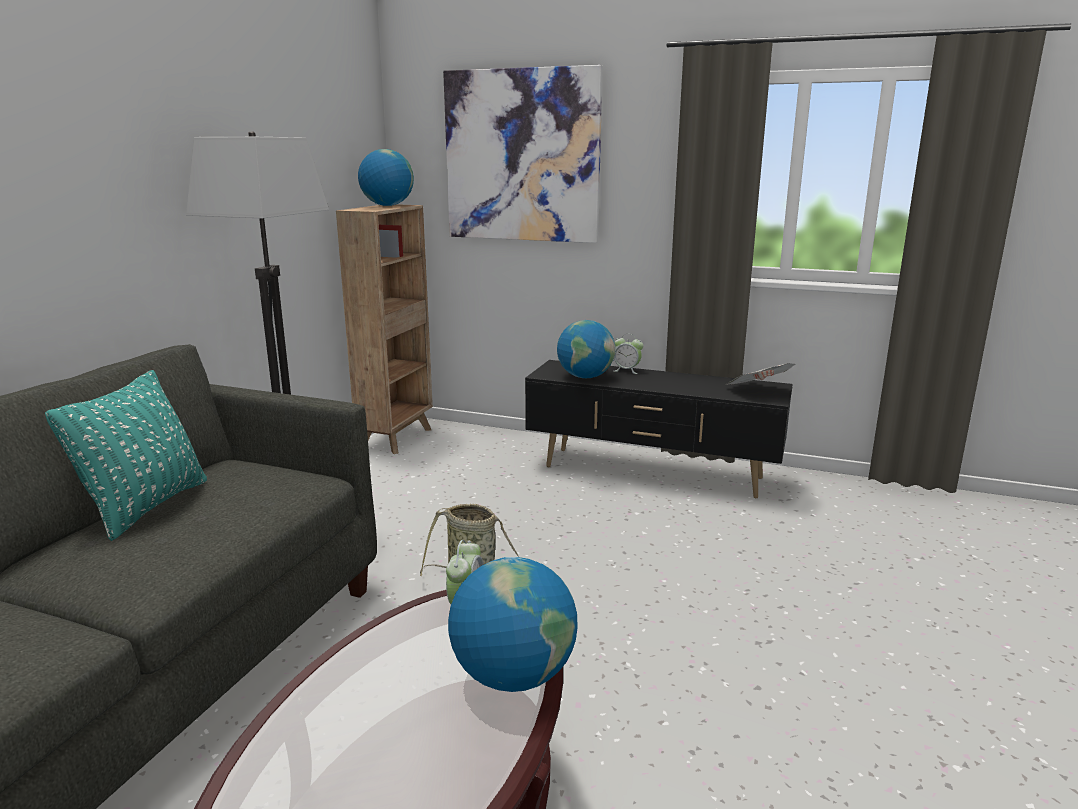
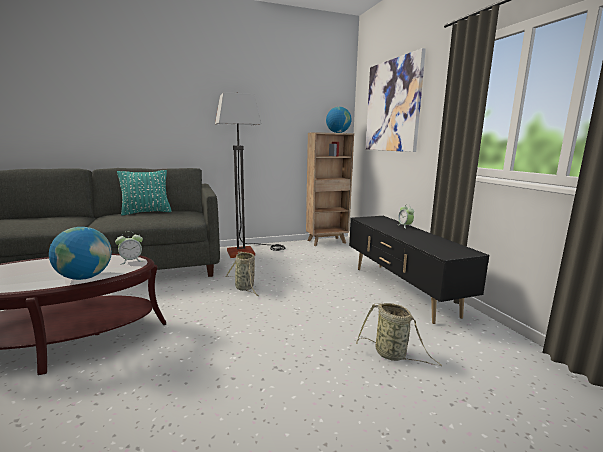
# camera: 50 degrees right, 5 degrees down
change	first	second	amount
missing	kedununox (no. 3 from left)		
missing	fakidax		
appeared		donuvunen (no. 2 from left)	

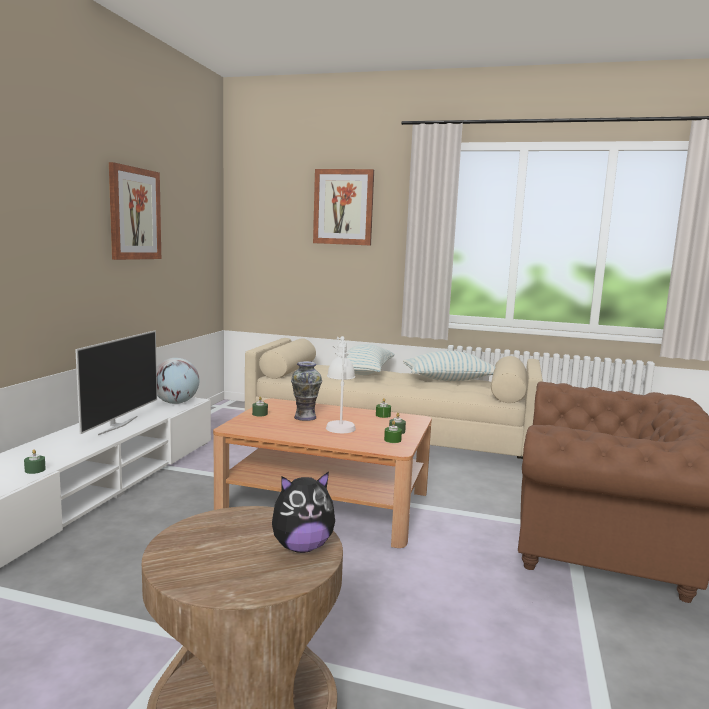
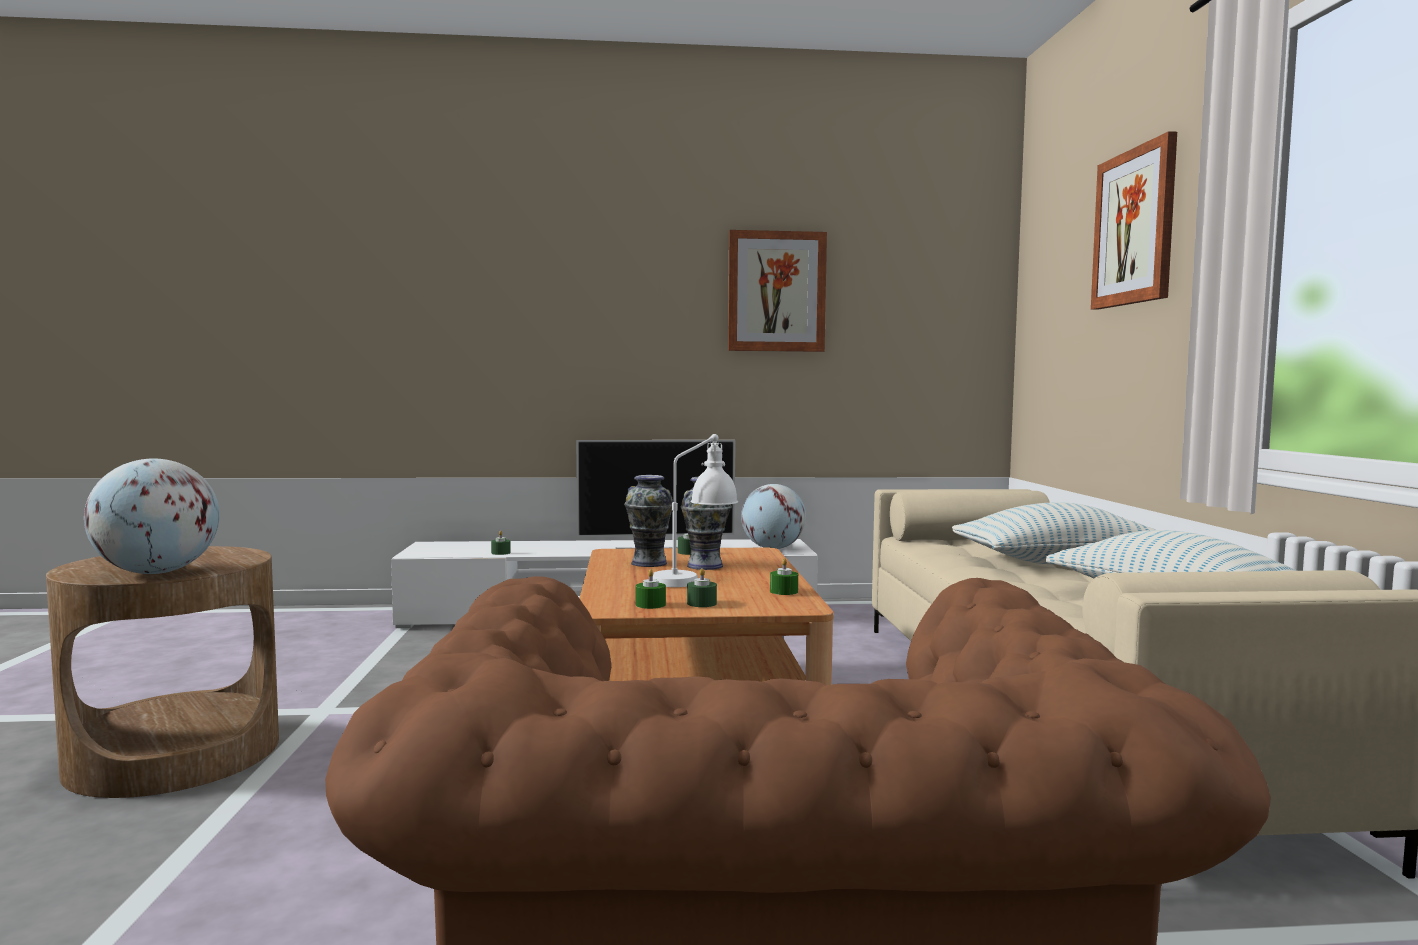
# camera: 70 degrees right, 5 degrees down
change	first	second	amount
exchanged	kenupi	kedununox (no. 1 from left)	
appeared		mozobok (no. 1 from left)	

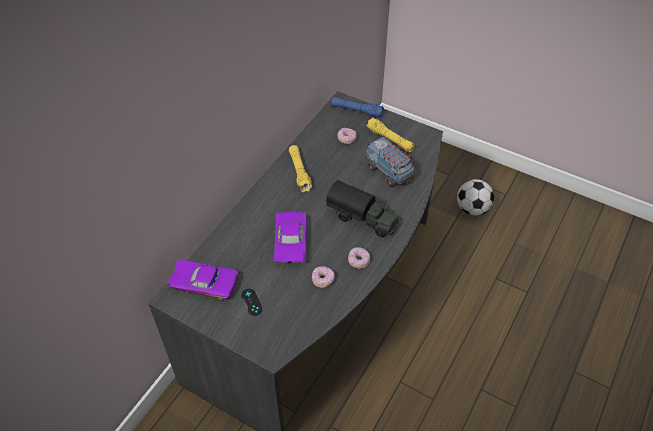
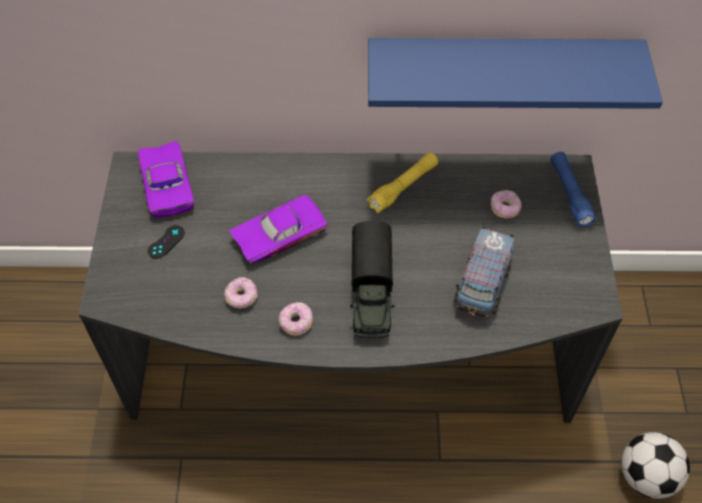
# camera: 60 degrees right, 5 degrees up
change	first	second	amount
missing	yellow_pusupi (no. 2 from left)		
appeared		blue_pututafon	

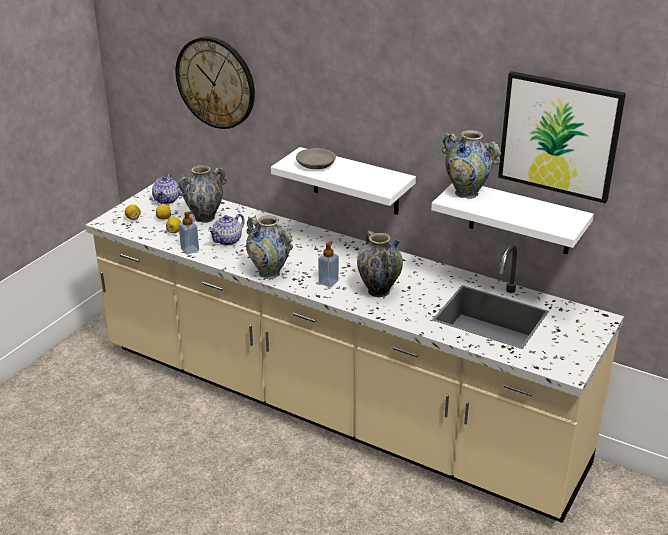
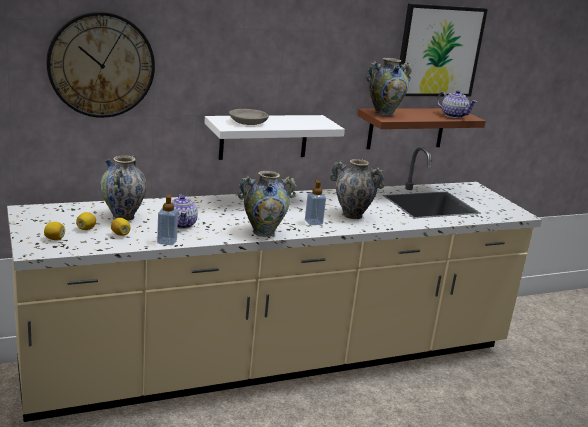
# camera: 55 degrees left, 10 degrees down
change	first	second	amount
relocated	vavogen (no. 1 from left in the first image)	vavogen (no. 2 from left)	
colour	white_pututafon (no. 2 from left)	brown_pututafon	

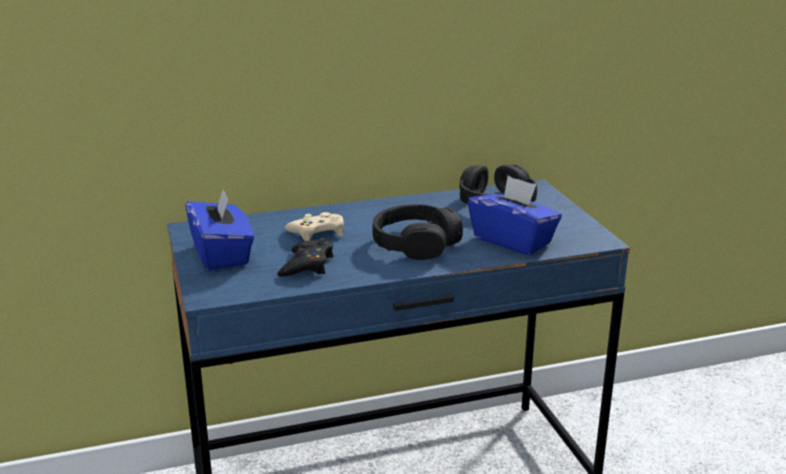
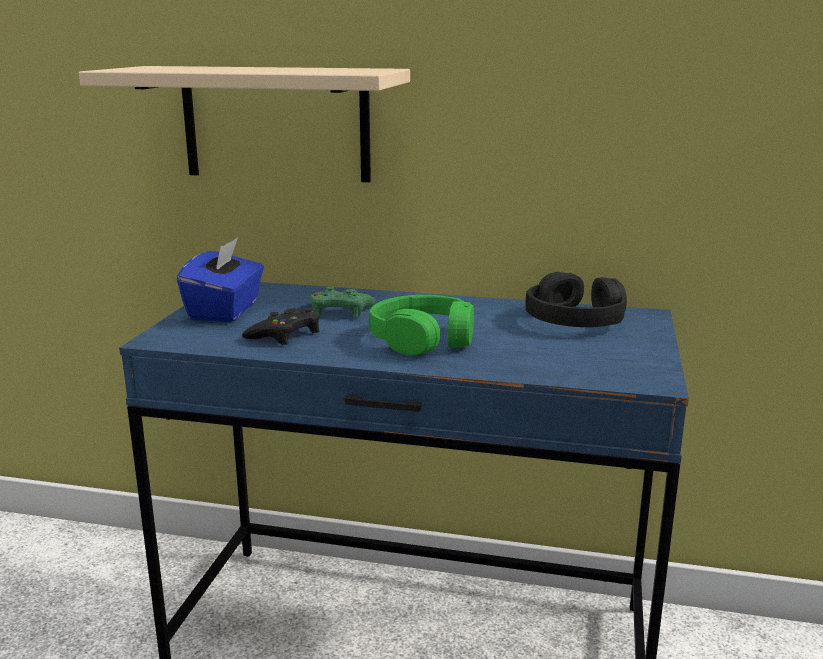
# camera: 30 degrees right, 5 degrees down
change	first	second	amount
missing	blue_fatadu (no. 2 from left)		
colour	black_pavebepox (no. 1 from left)	green_pavebepox	
colour	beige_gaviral	green_gaviral	
appeared		beige_pututafon	

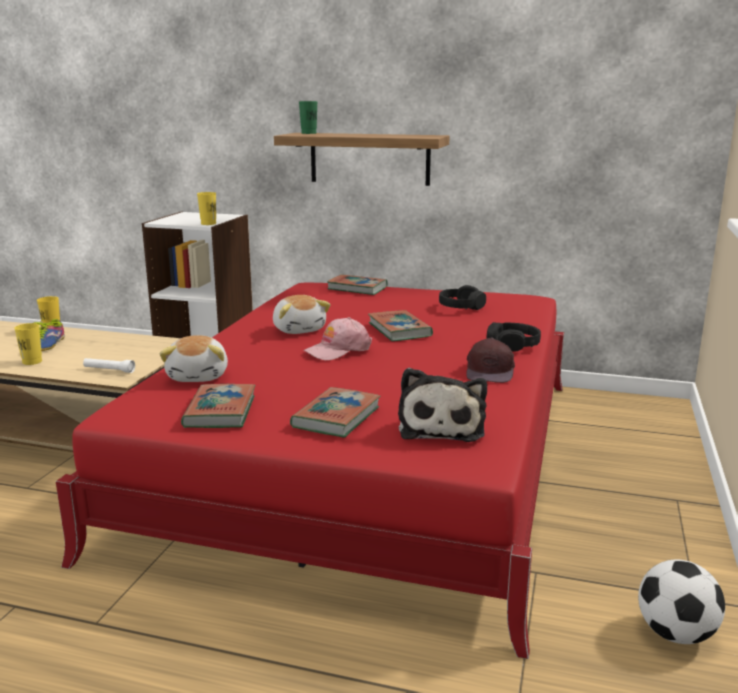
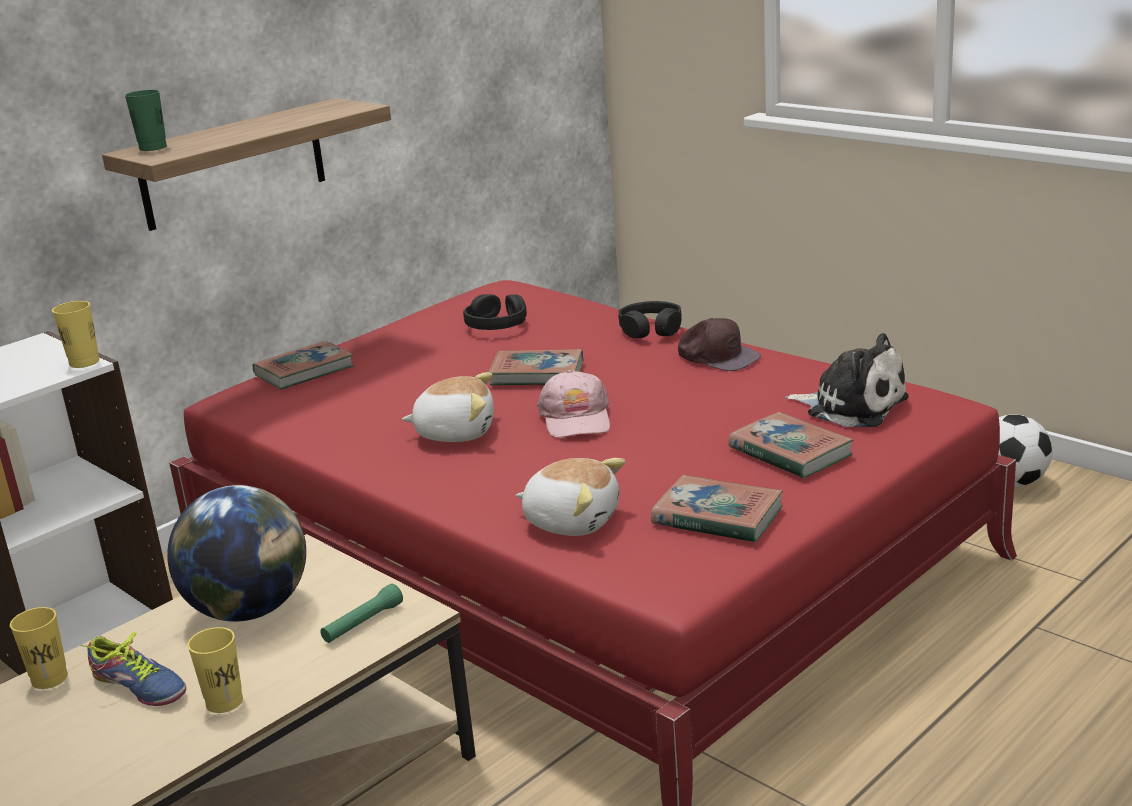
# camera: 60 degrees left, 5 degrees up
change	first	second	amount
colour	white_pusupi	green_pusupi	
appeared		kedununox	

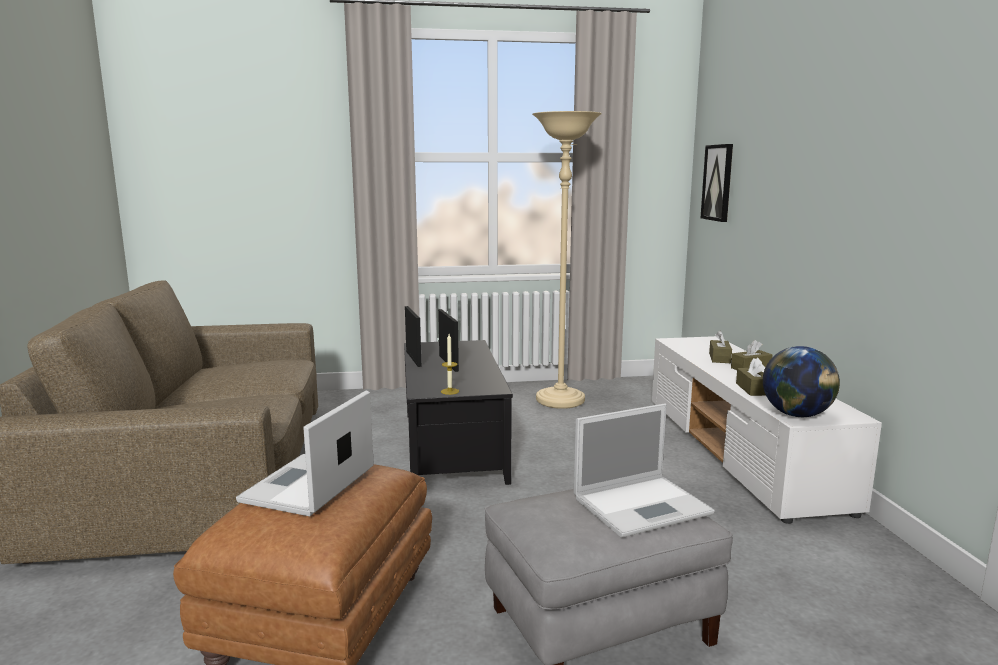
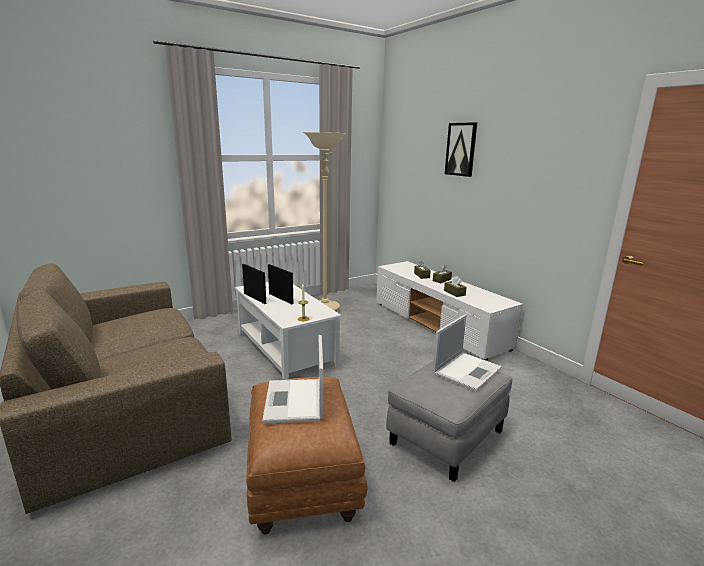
# camera: 25 degrees left, 5 degrees up
change	first	second	amount
relocated	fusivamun		
colour	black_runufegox	white_runufegox	
missing	kedununox		

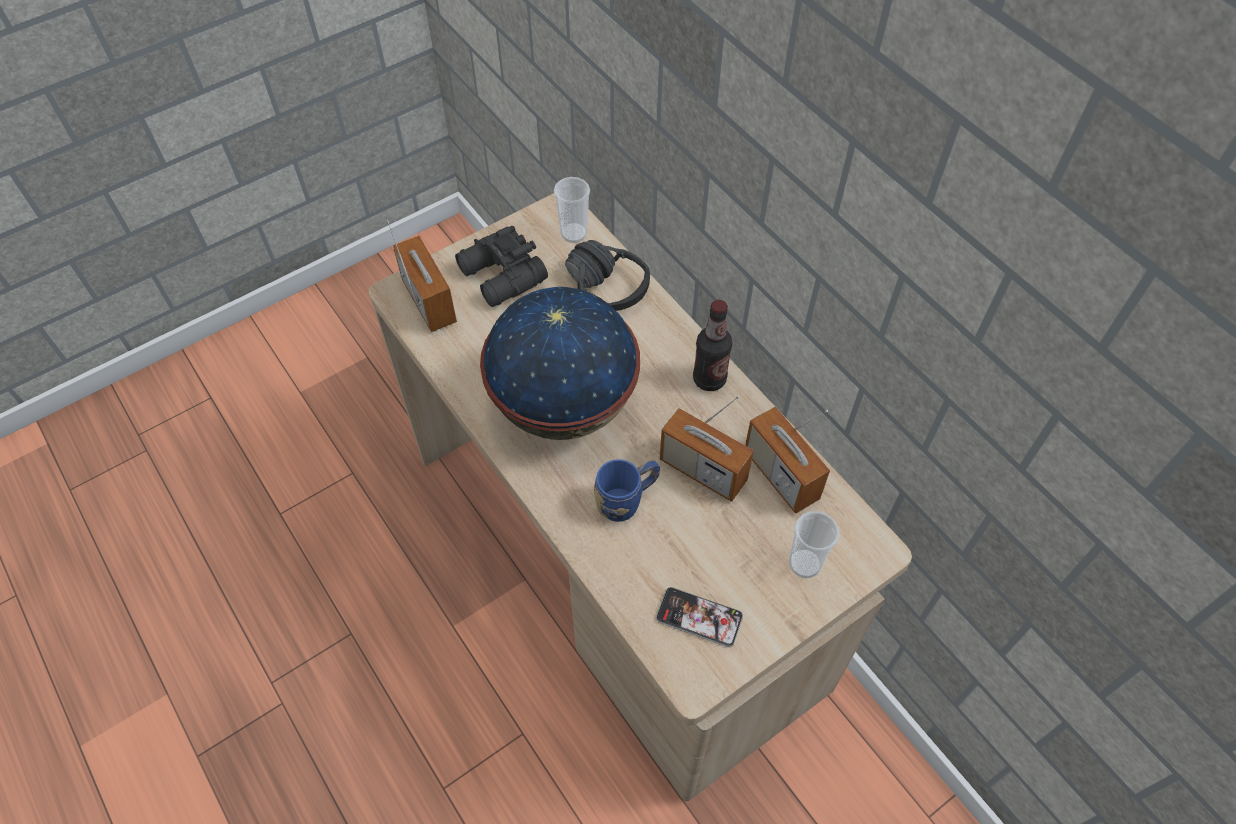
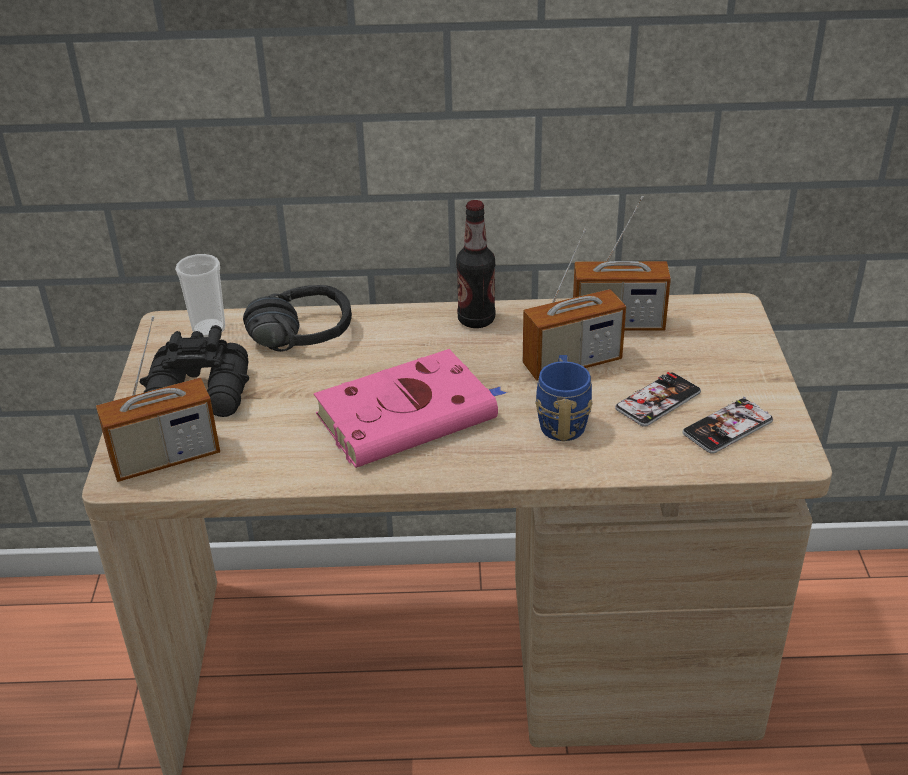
# camera: 55 degrees left, 20 degrees down
change	first	second	amount
spun	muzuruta (no. 1 from left)		150 degrees clockwise
exchanged	kedununox	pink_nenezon	
missing	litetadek (no. 2 from left)		
appeared		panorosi (no. 1 from left)	

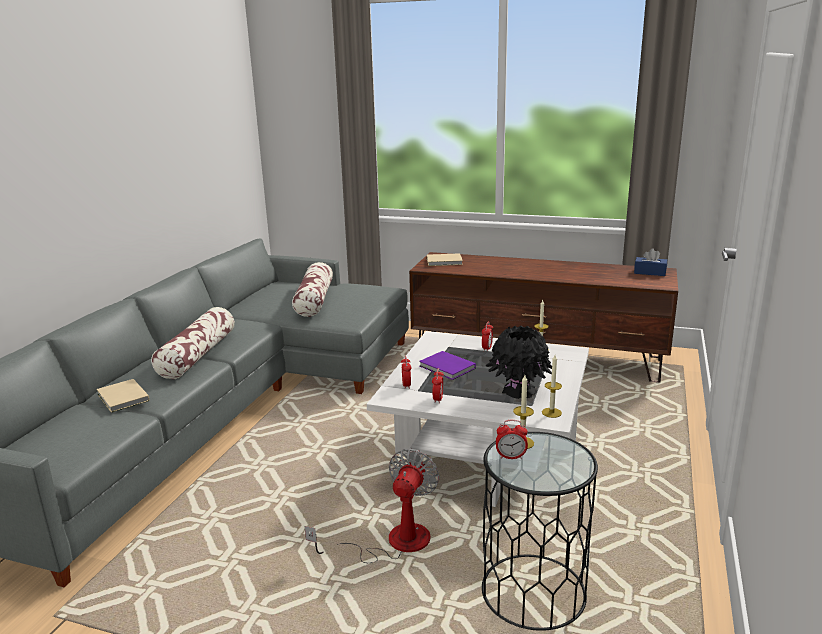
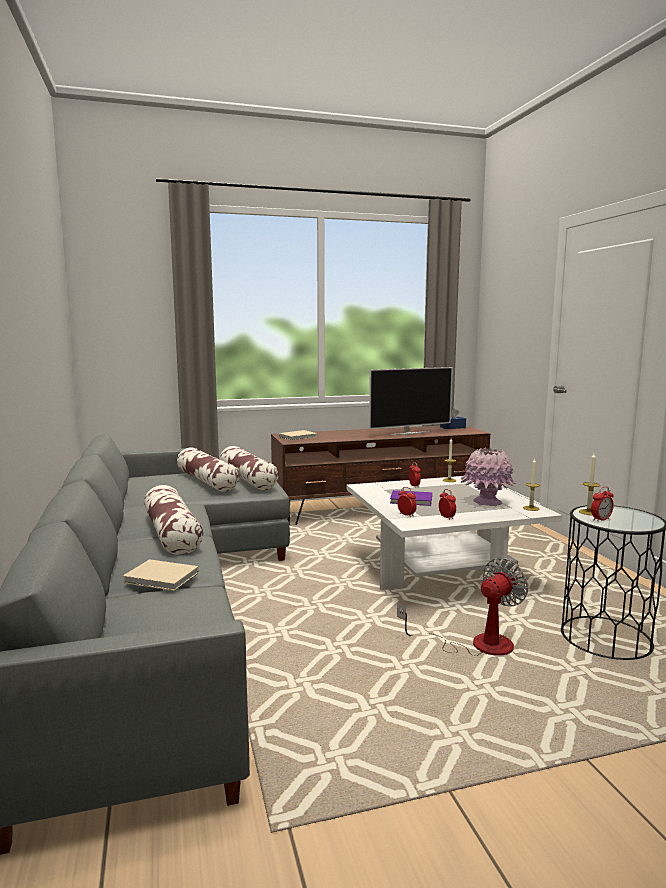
# camera: 35 degrees left, 10 degrees down
change	first	second	amount
colour	black_mozobok	pink_mozobok	
spun	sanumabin		60 degrees clockwise
appeared		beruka	
appeared		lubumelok (no. 3 from left)	

